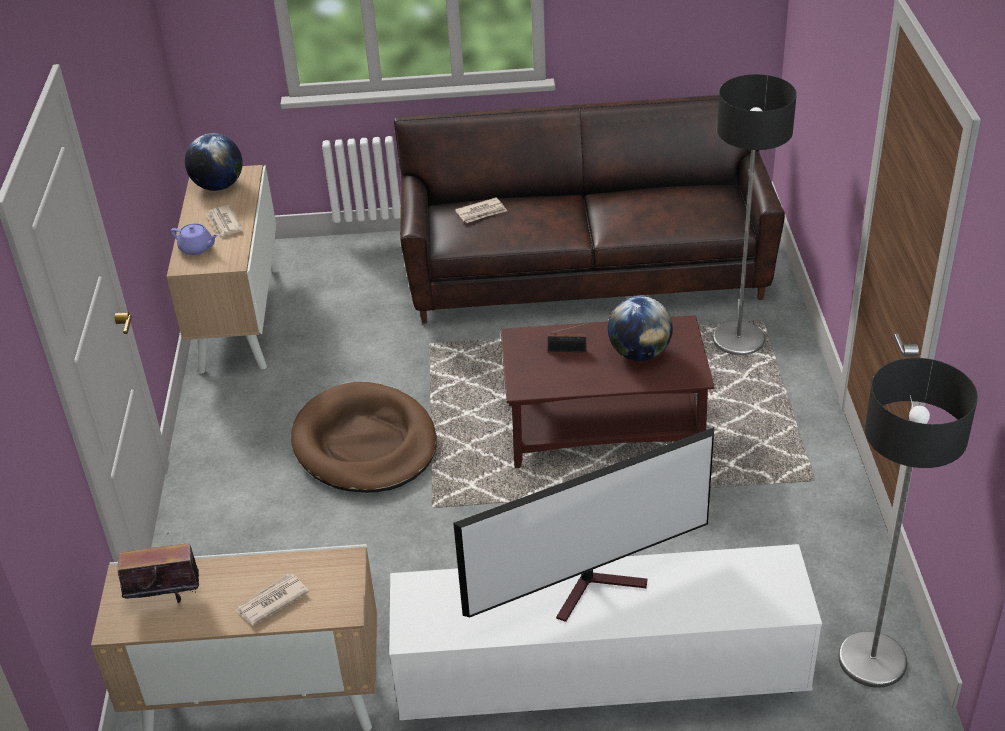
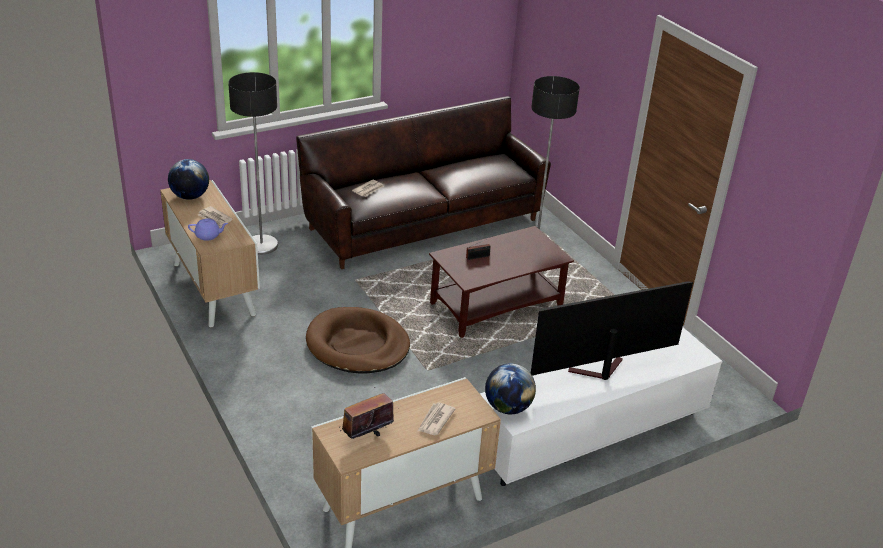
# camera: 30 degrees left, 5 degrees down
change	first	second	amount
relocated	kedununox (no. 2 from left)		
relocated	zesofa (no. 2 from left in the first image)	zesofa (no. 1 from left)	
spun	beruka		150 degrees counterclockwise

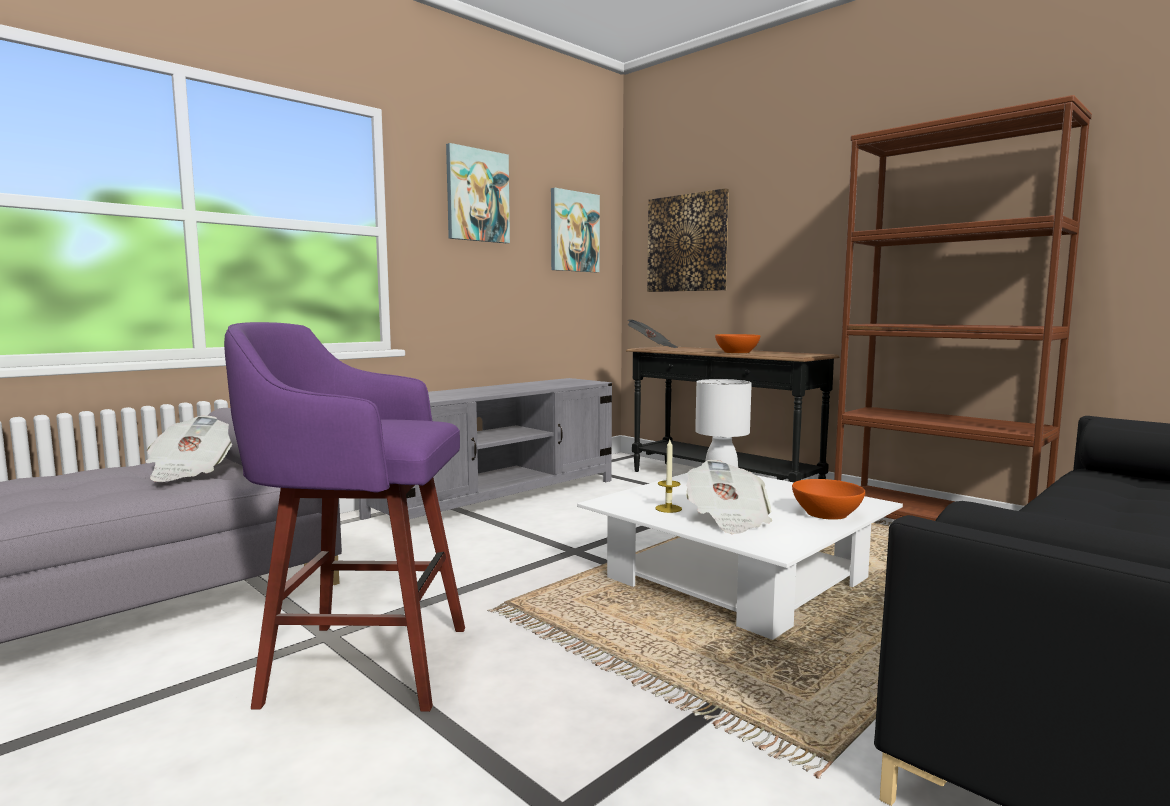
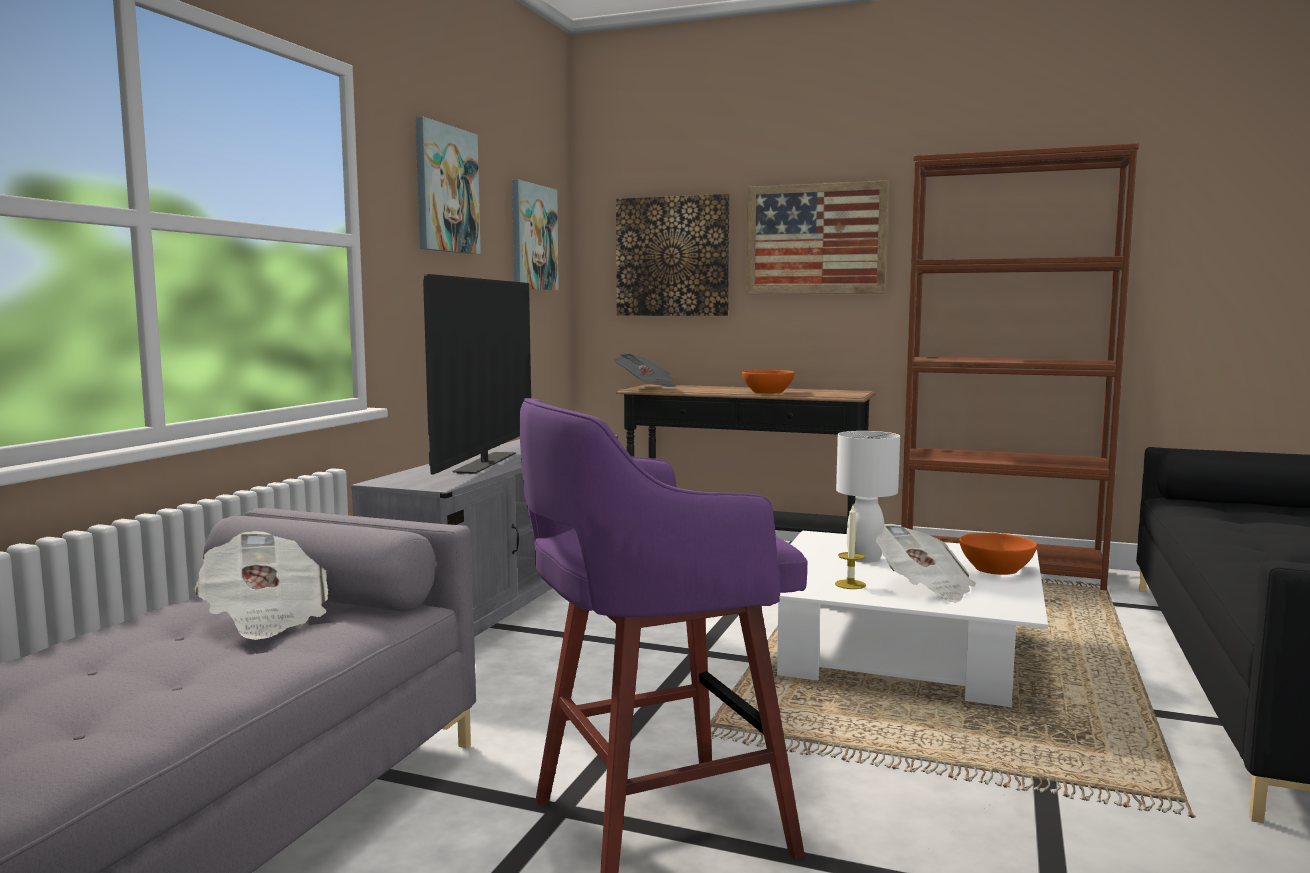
# camera: 25 degrees left, 0 degrees up
change	first	second	amount
appeared		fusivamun (no. 4 from left)	
appeared		beruka	

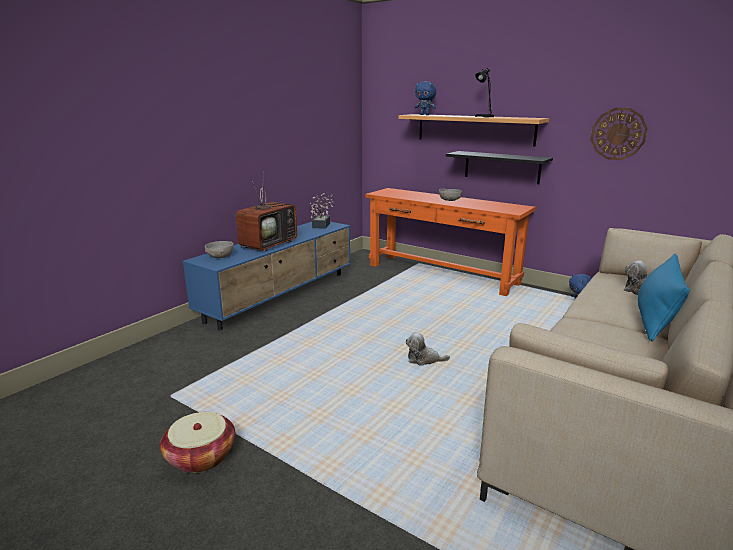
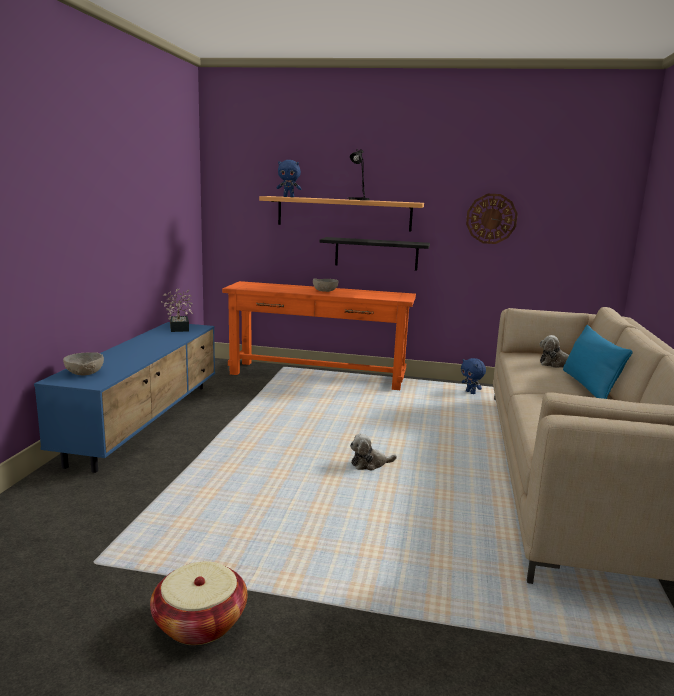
# camera: 25 degrees left, 5 degrees down
change	first	second	amount
missing	beruka		

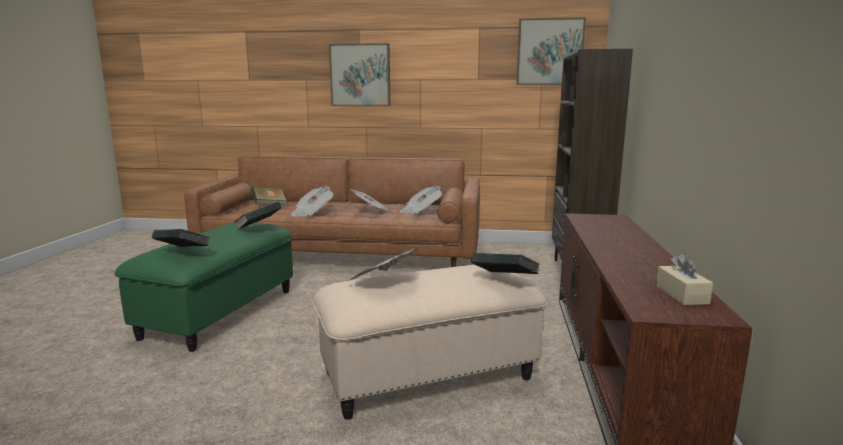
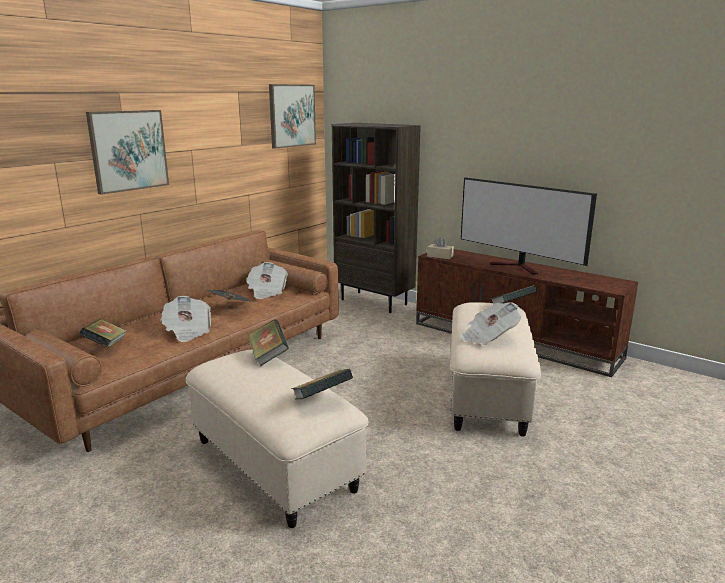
# camera: 60 degrees left, 5 degrees up
change	first	second	amount
colour	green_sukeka	beige_sukeka (no. 1 from left)	
relocated	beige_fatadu		
appeared		beruka	

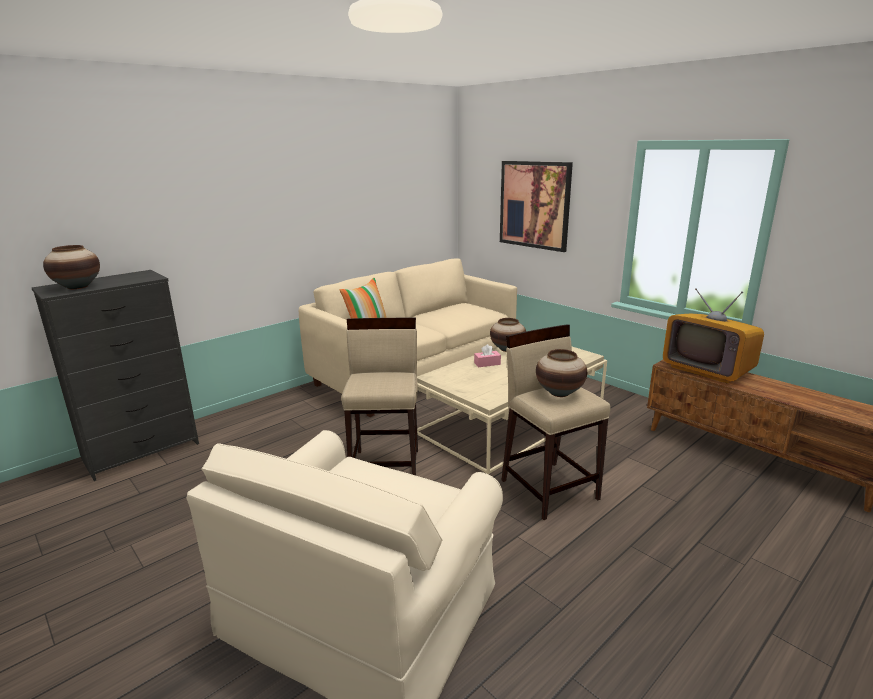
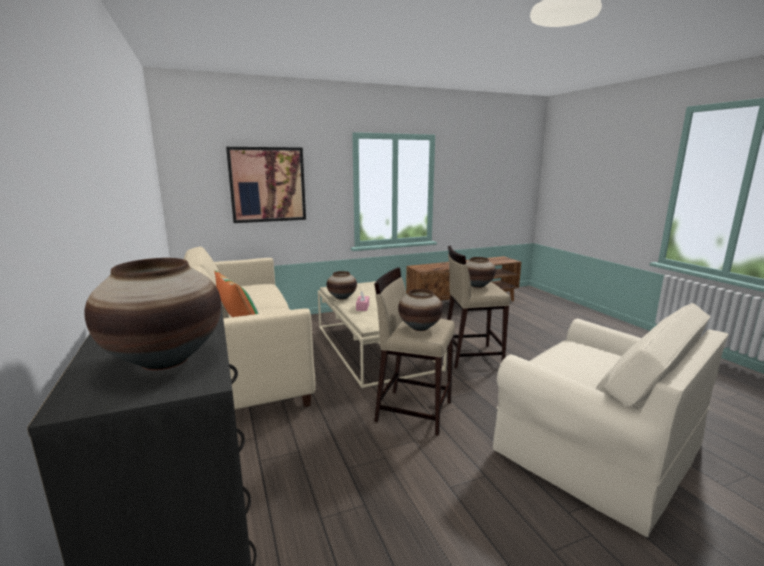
# camera: 70 degrees left, 5 degrees down
change	first	second	amount
missing	beruka		
appeared		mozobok (no. 3 from left)	

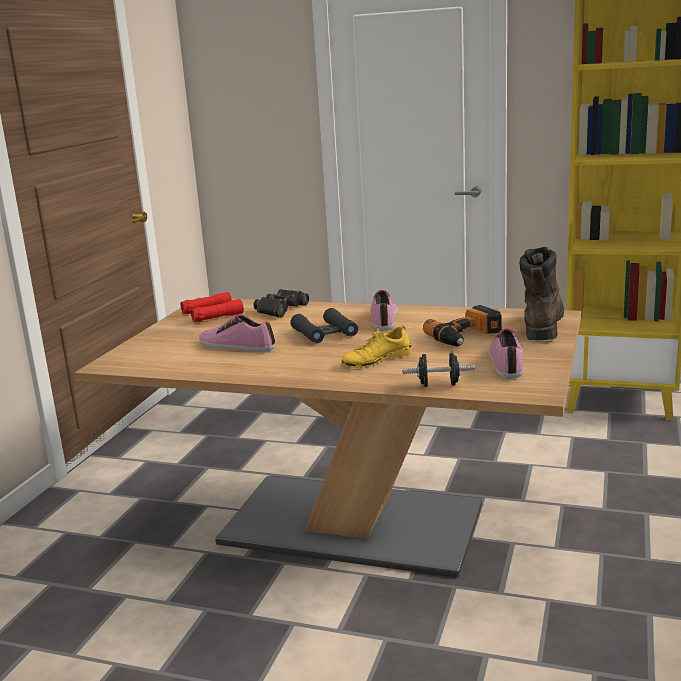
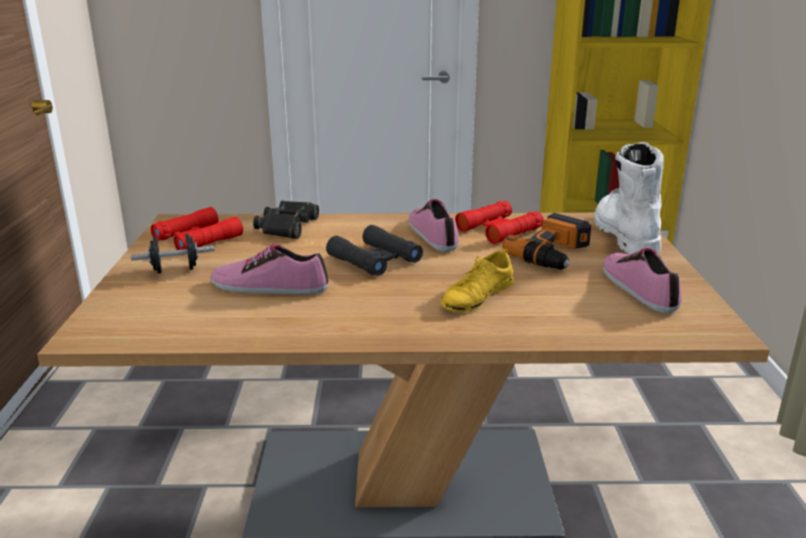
# camera: 20 degrees left, 5 degrees up
change	first	second	amount
colour	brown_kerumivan	white_kerumivan	
relocated	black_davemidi		
appeared		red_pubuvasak (no. 2 from left)	

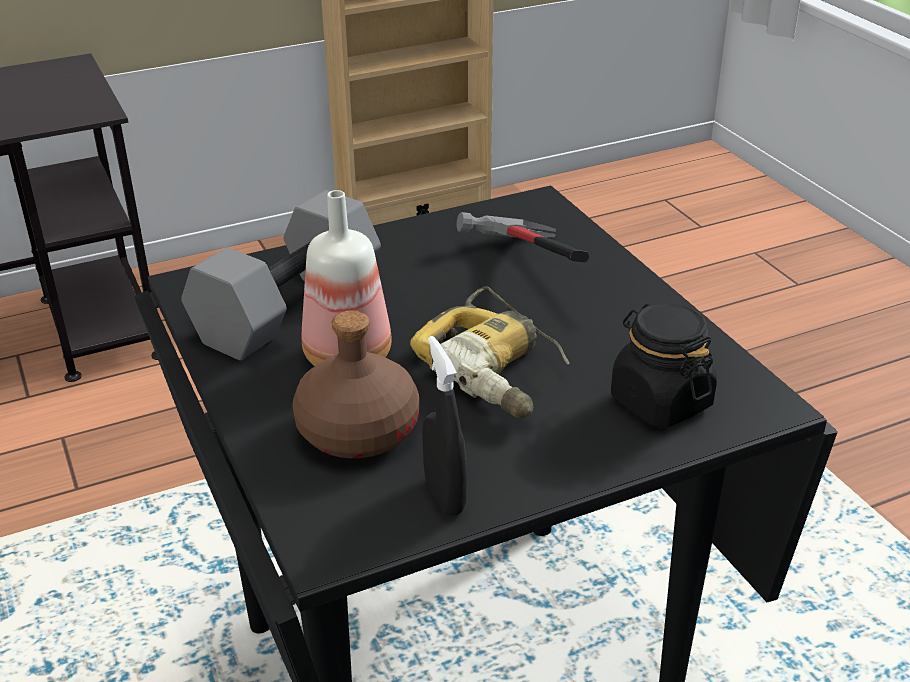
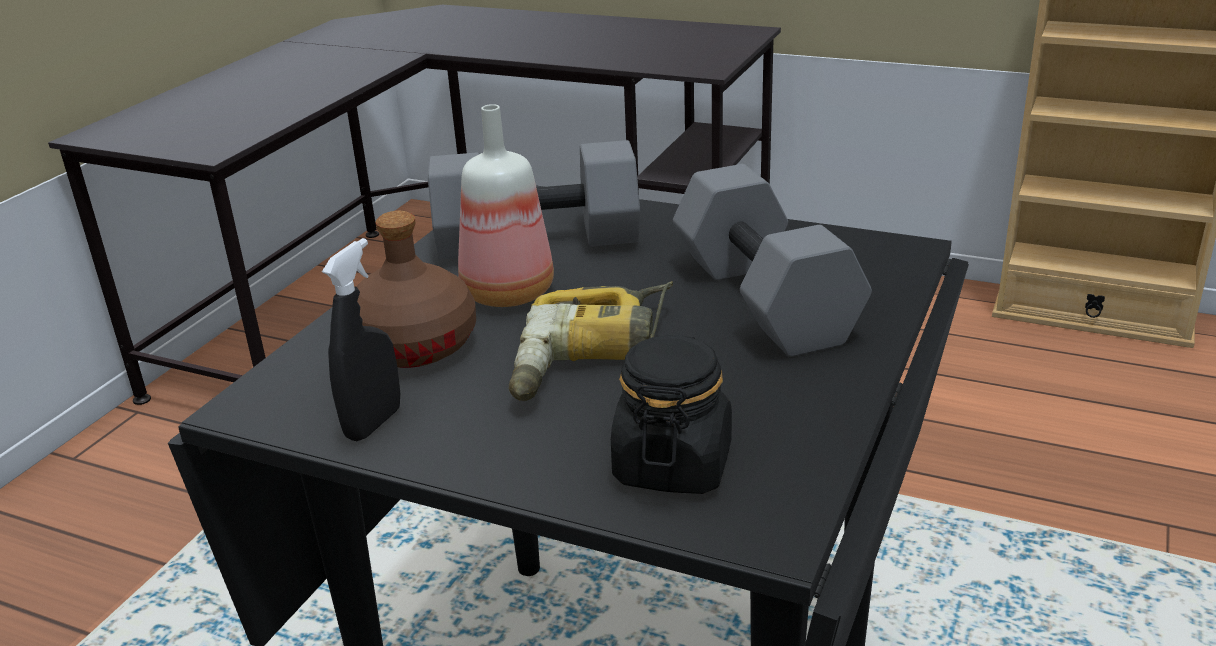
# camera: 50 degrees right, 5 degrees down
change	first	second	amount
exchanged	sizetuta	grey_davemidi (no. 2 from left)	

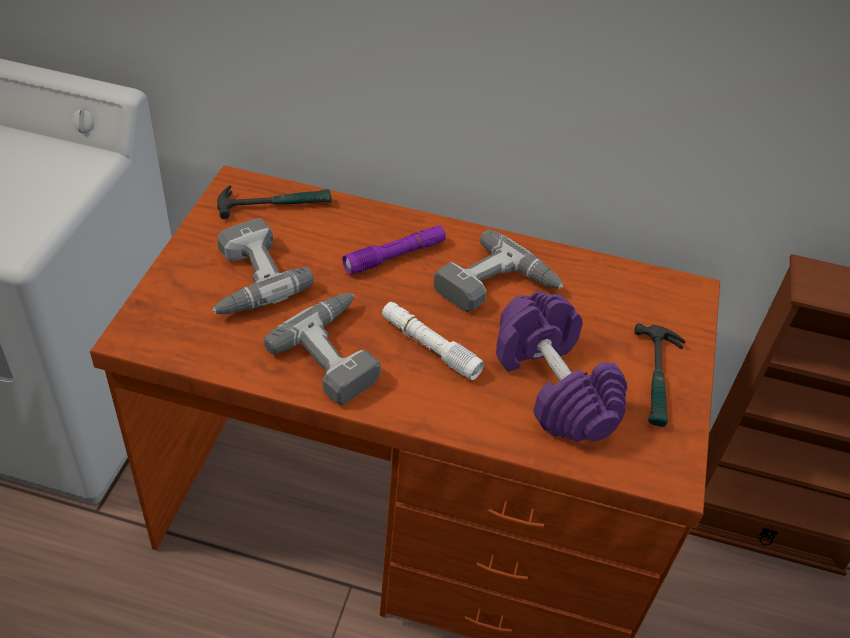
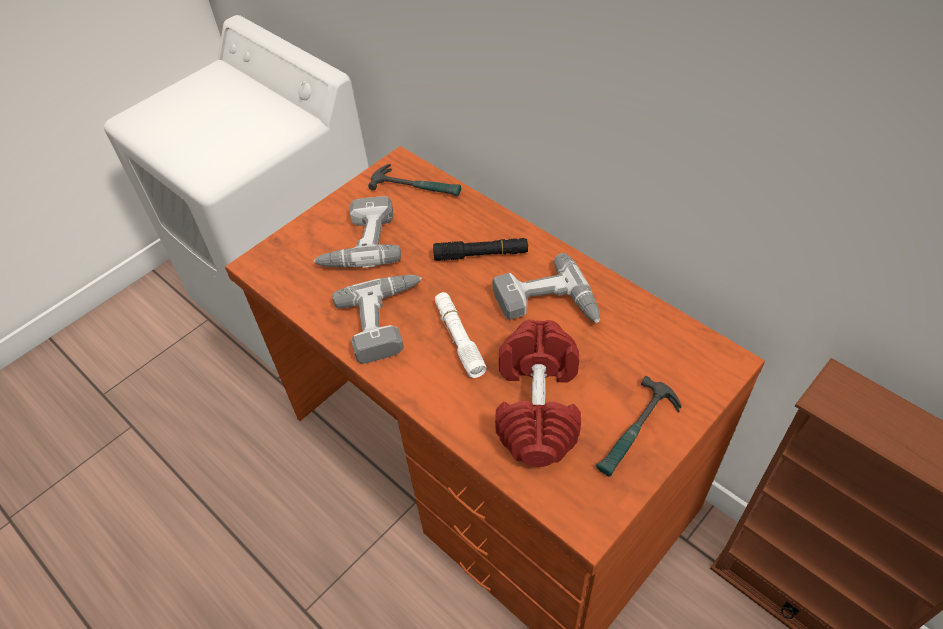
# camera: 35 degrees right, 5 degrees up
change	first	second	amount
colour	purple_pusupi	black_pusupi	
colour	purple_davemidi	red_davemidi	

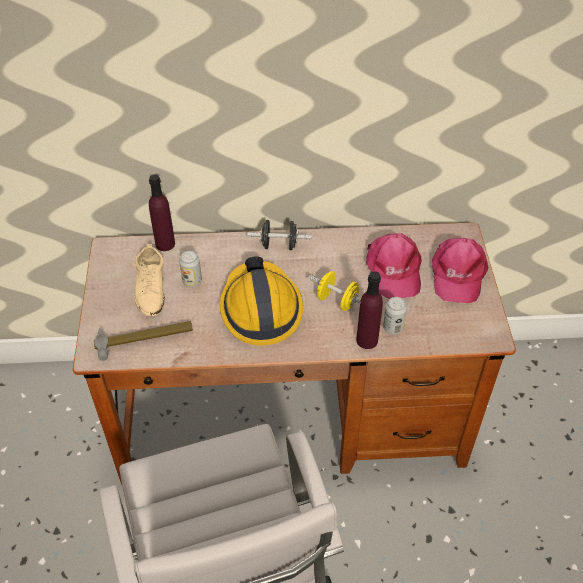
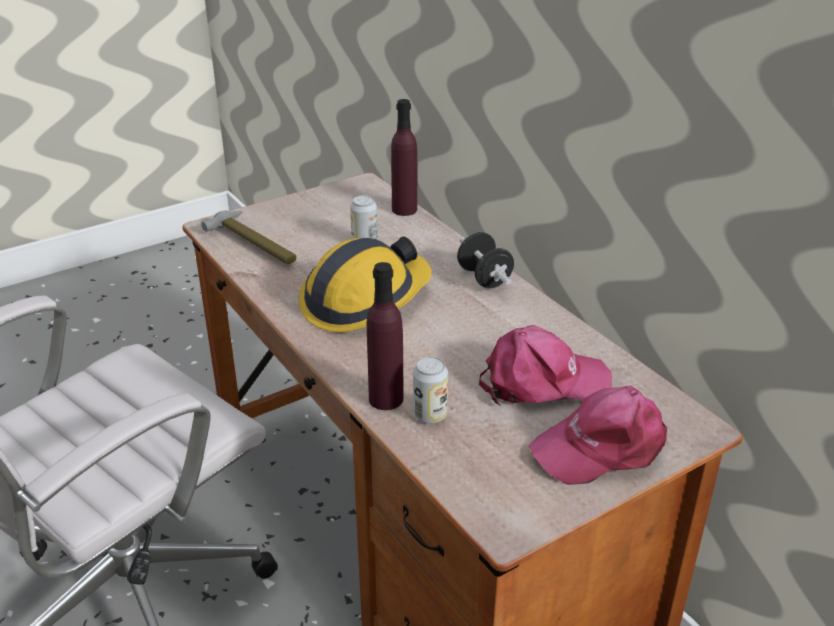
# camera: 60 degrees right, 15 degrees down
change	first	second	amount
spun	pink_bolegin (no. 1 from left)		150 degrees counterclockwise
missing	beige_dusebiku		
missing	yellow_davemidi		

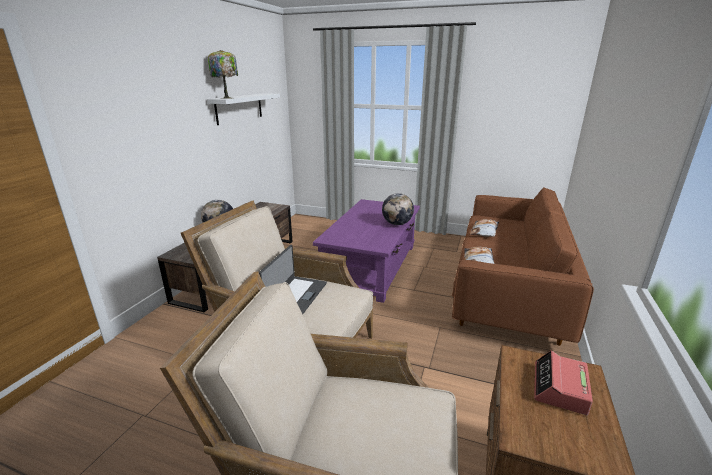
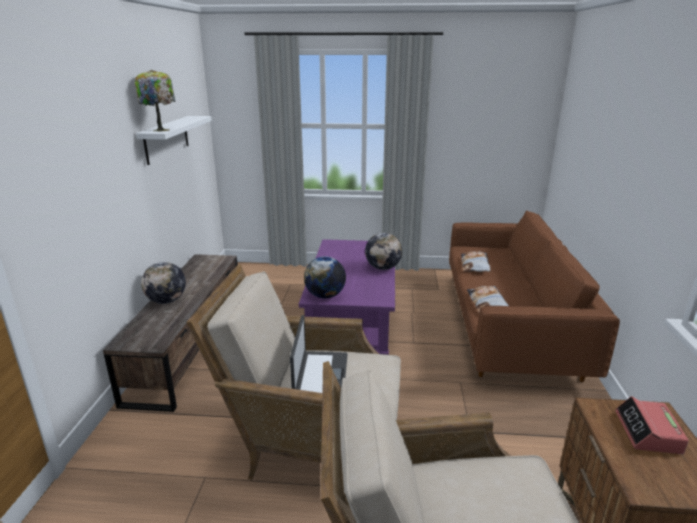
# camera: 15 degrees left, 0 degrees up
change	first	second	amount
appeared		kedununox (no. 2 from left)	

